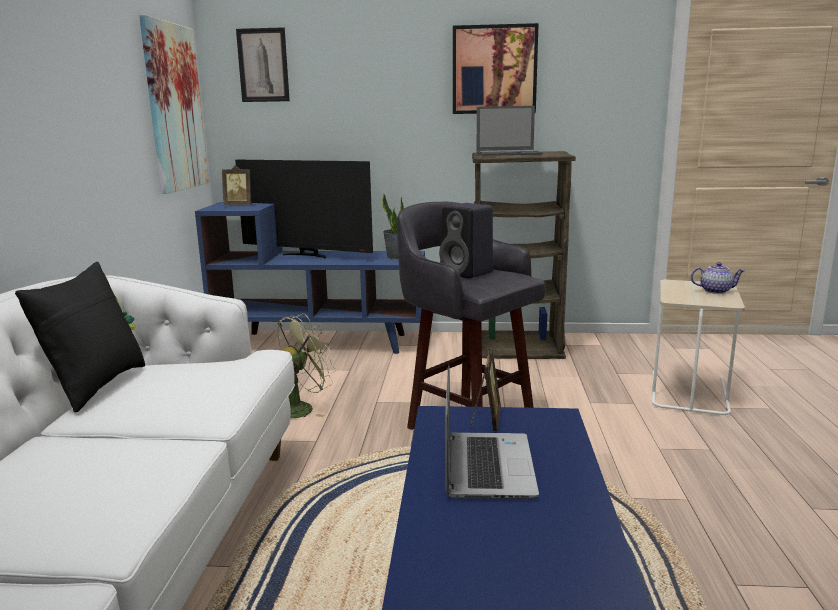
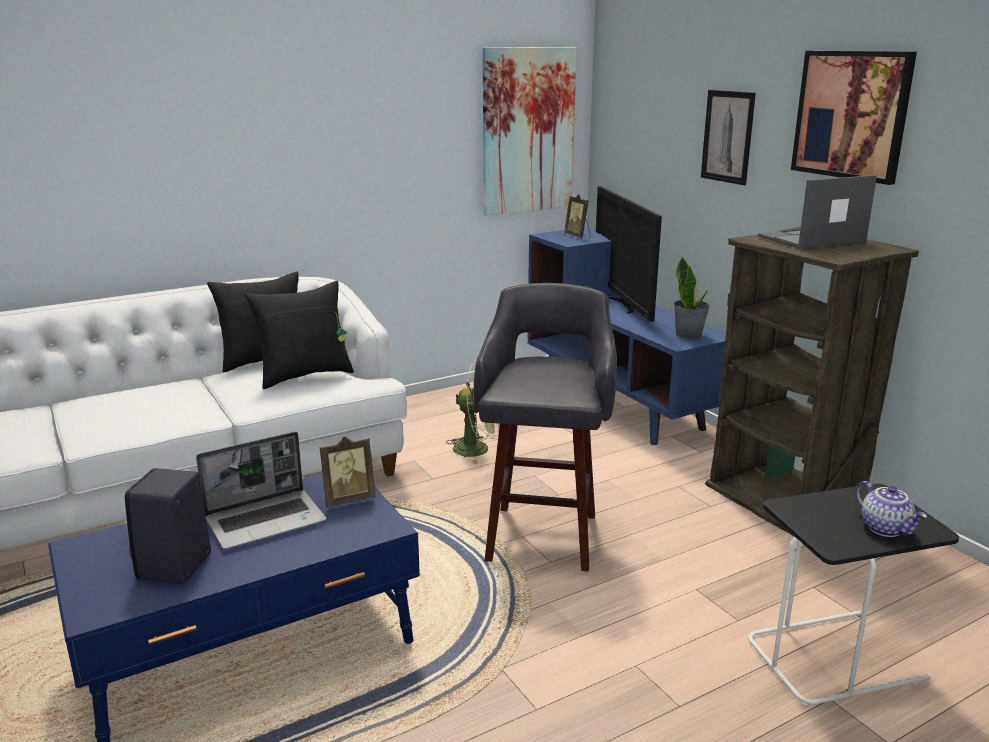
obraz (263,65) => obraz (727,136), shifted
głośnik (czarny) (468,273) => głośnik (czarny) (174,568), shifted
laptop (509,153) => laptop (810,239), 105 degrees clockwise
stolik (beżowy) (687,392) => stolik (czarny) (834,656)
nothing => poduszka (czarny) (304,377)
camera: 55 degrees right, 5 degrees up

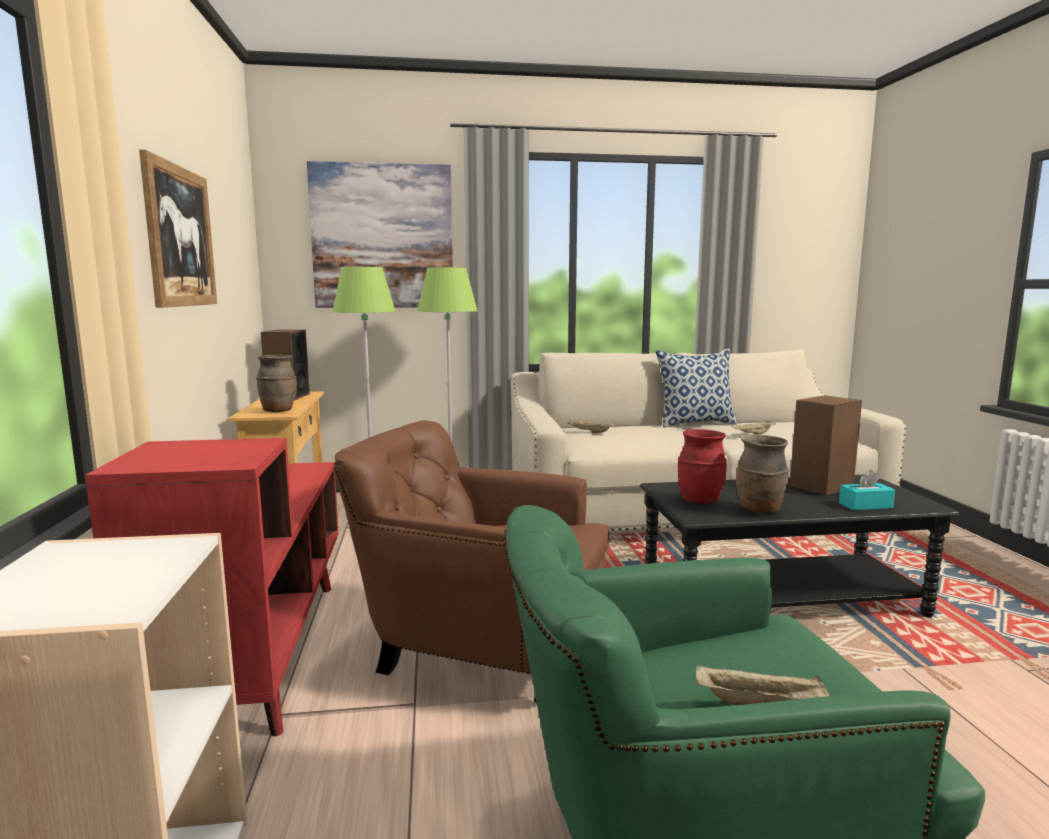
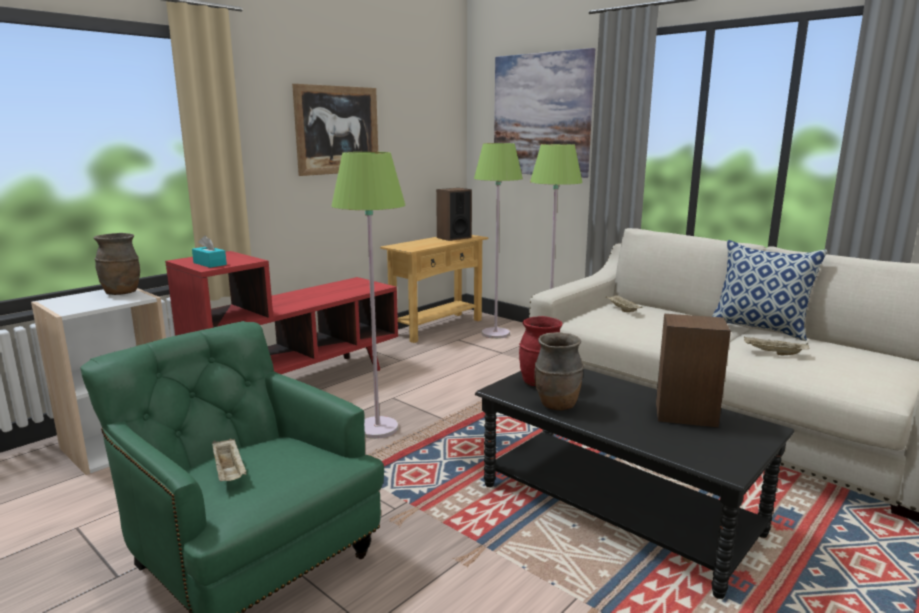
wazon (brązowy) (278,411) => wazon (brązowy) (122,293), shifted
fotel (brązowy) (481,644) => lampa stojąca (zielony) (377,428)
pudełko chusteczek (turkusowy) (865,505) => pudełko chusteczek (turkusowy) (210,264), shifted
camera: 50 degrees right, 5 degrees up

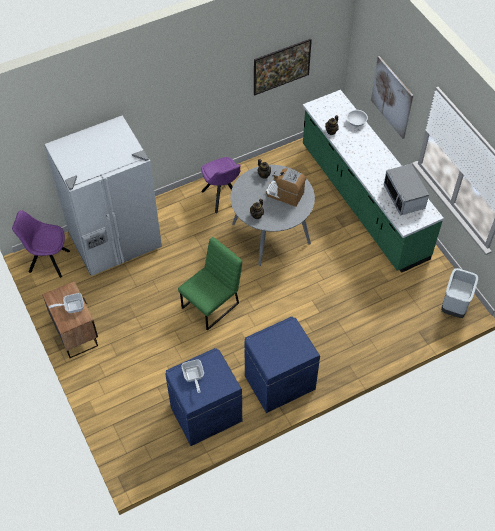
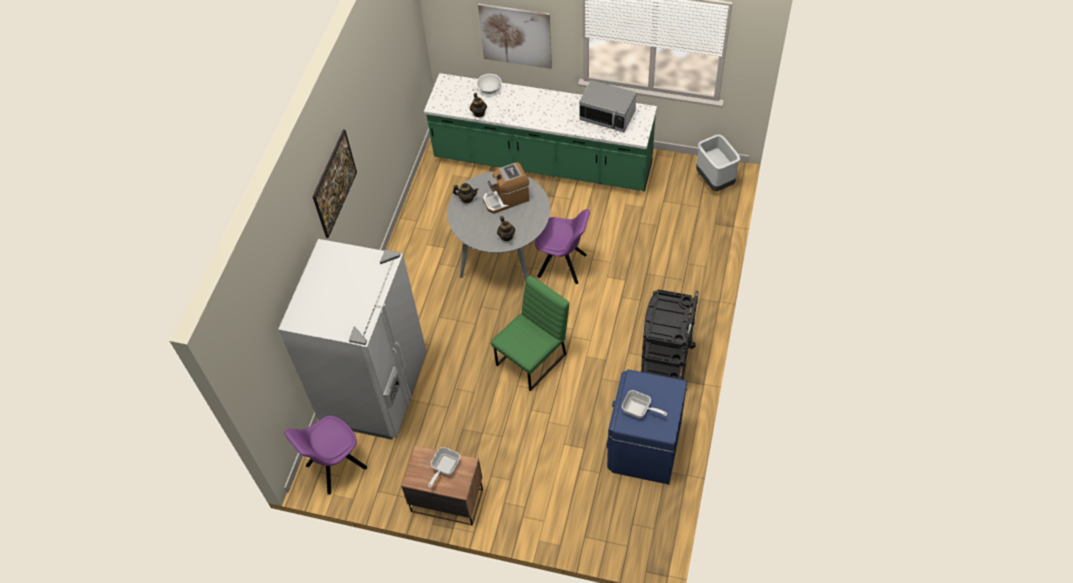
krzesło (zielony) (212,304) => krzesło (zielony) (533,358), 45 degrees clockwise
krzesło (fioletowy) (222,197) => krzesło (fioletowy) (562,265), shifted
pralka (niebieski) (277,380) => wózek (czarny) (665,364)
obraz (281,75) => obraz (337,194), shifted
camera: 45 degrees left, 0 degrees up

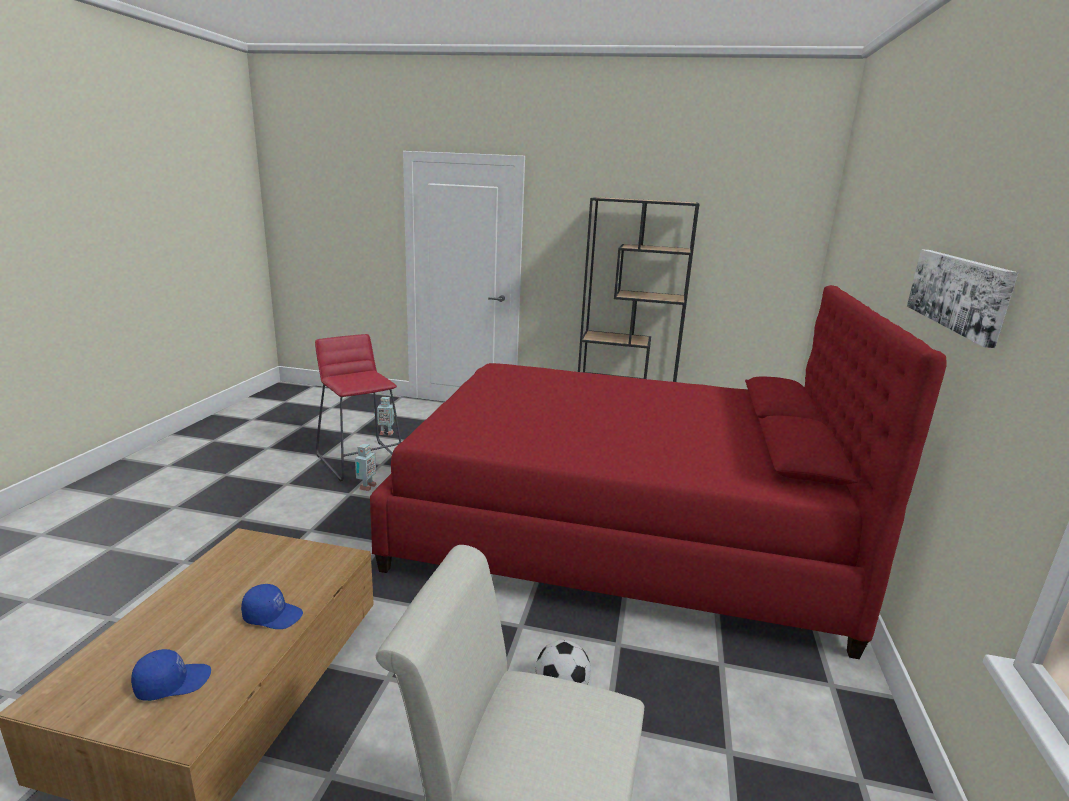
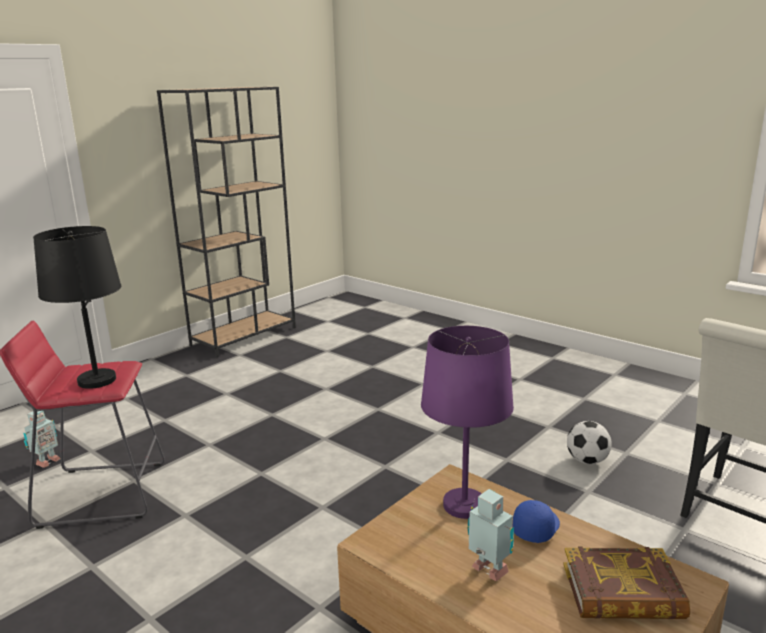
czapka z daszkiem (niebieski) (173,682) => książka (622,592)
robot zabawkowy (366,487) => robot zabawkowy (489,572), shifted
łóżko (czerwony) (618,527) => nothing
obraz (958,292) => nothing
nothing => lampa stołowa (czarny) (97,380)
nothing => lampa stołowa (fioletowy) (465,505)
camera: 60 degrees left, 0 degrees up

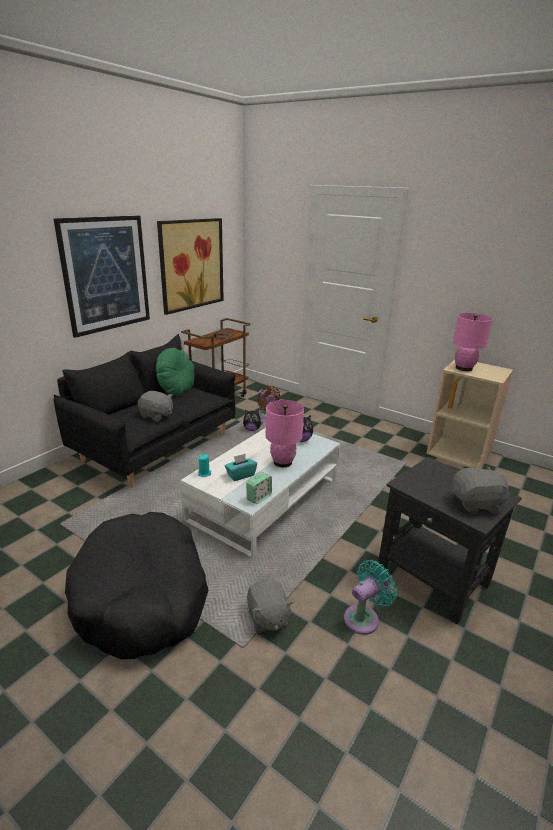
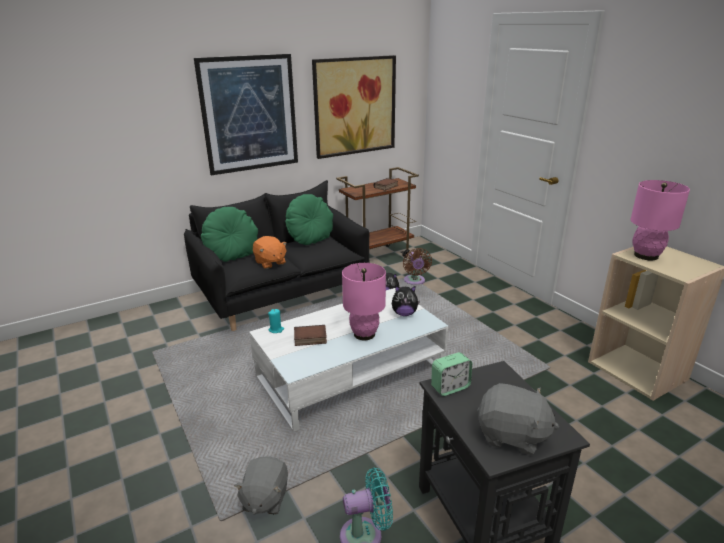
legowisko (czarny) (142,595) => nothing
pluszak (szary) (156,416) => pluszak (pomarańczowy) (270,263)
pudełko chusteczek (turkusowy) (240,475) => książka (310,339)
budzik (259,497) => budzik (450,387), shifted
nothing => poduszka (zielony) (233,257)
camera: 25 degrees right, 0 degrees up

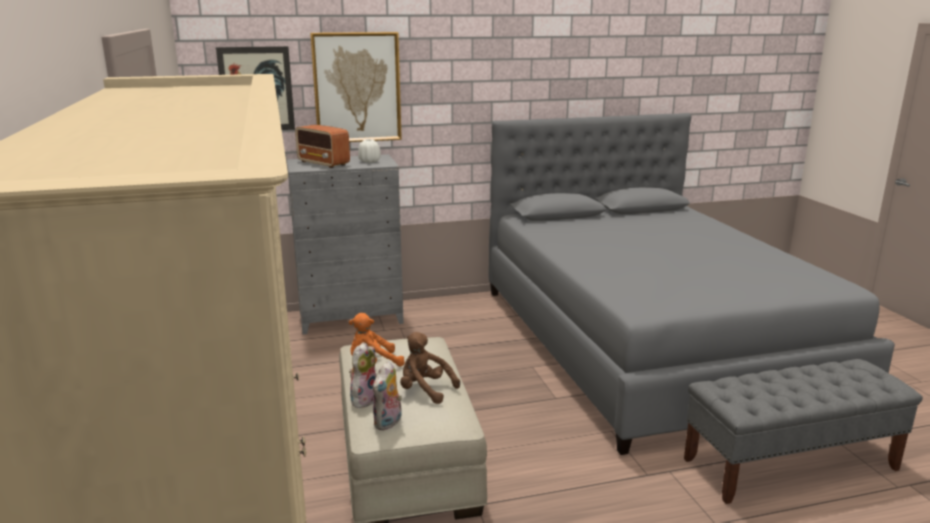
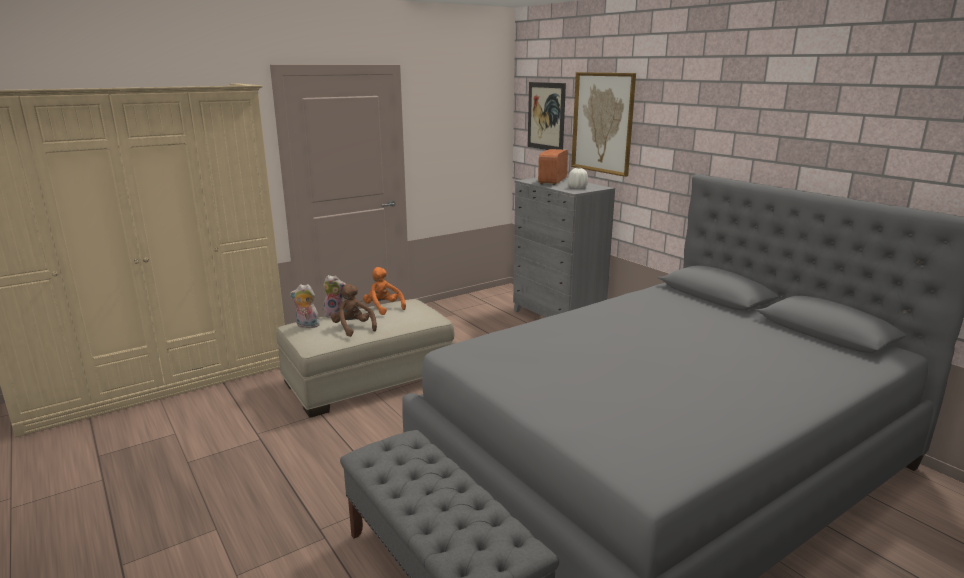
pluszak (brązowy) (425,390) => pluszak (brązowy) (353,328), 45 degrees counterclockwise
camera: 70 degrees right, 0 degrees up

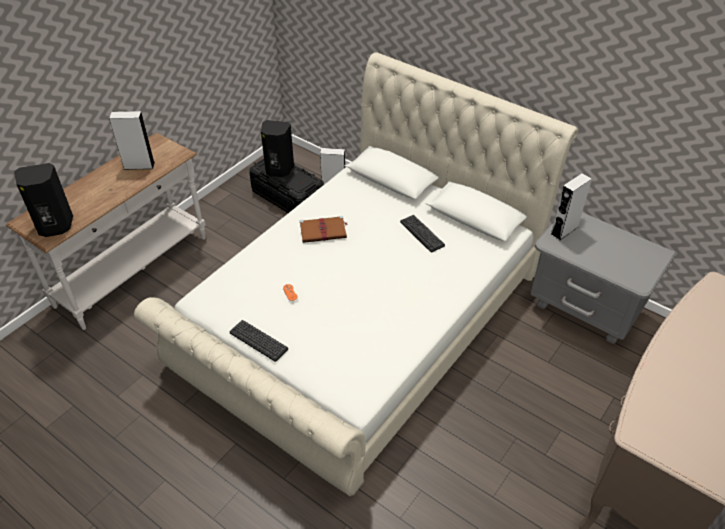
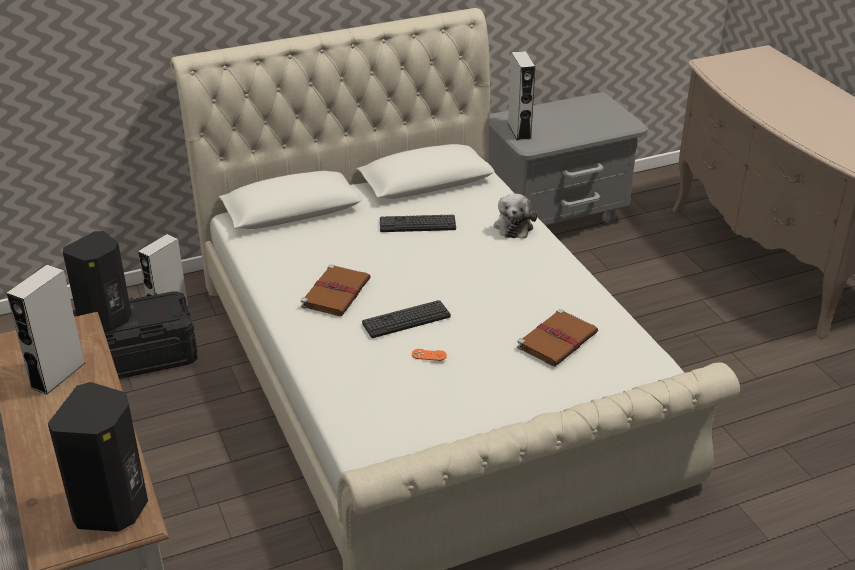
klawiatura (258,341) => klawiatura (406,320), shifted
nothing => pluszak (514,225)
nothing => książka (brązowy) (558,340)
camera: 60 degrees left, 10 degrees down

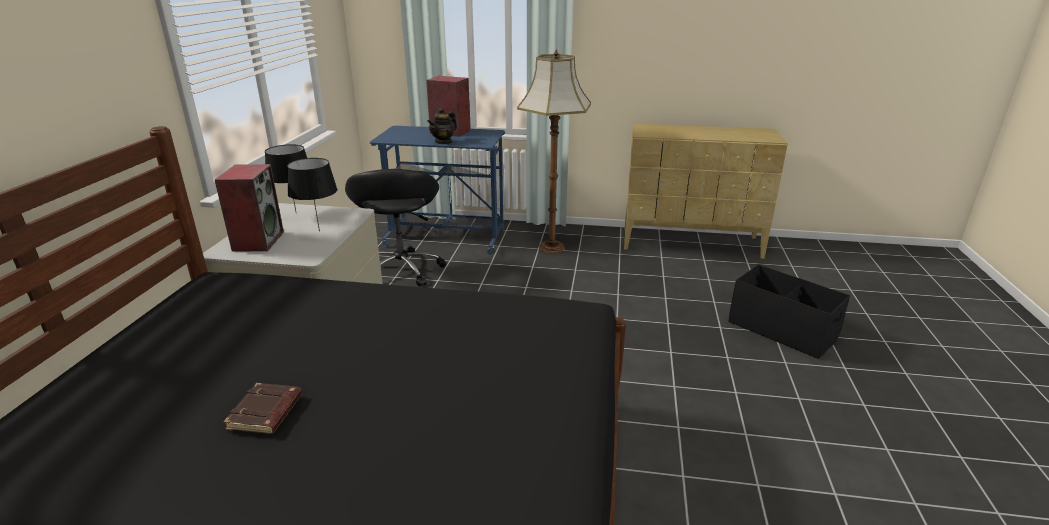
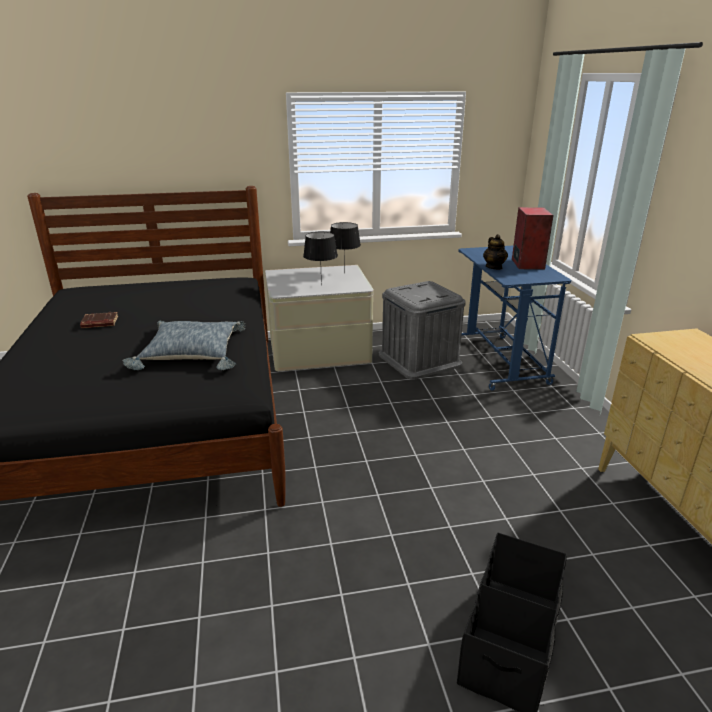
głośnik (258,241) => nothing
krzesło biurowe (czarny) (400,271) => pojemnik do przechowywania (szary) (419,359)
imbryk (443,142) => imbryk (494,267), 120 degrees counterclockwise
lampa stojąca (551,247) => nothing
nothing => poduszka (191,350)
camera: 70 degrees right, 0 degrees up

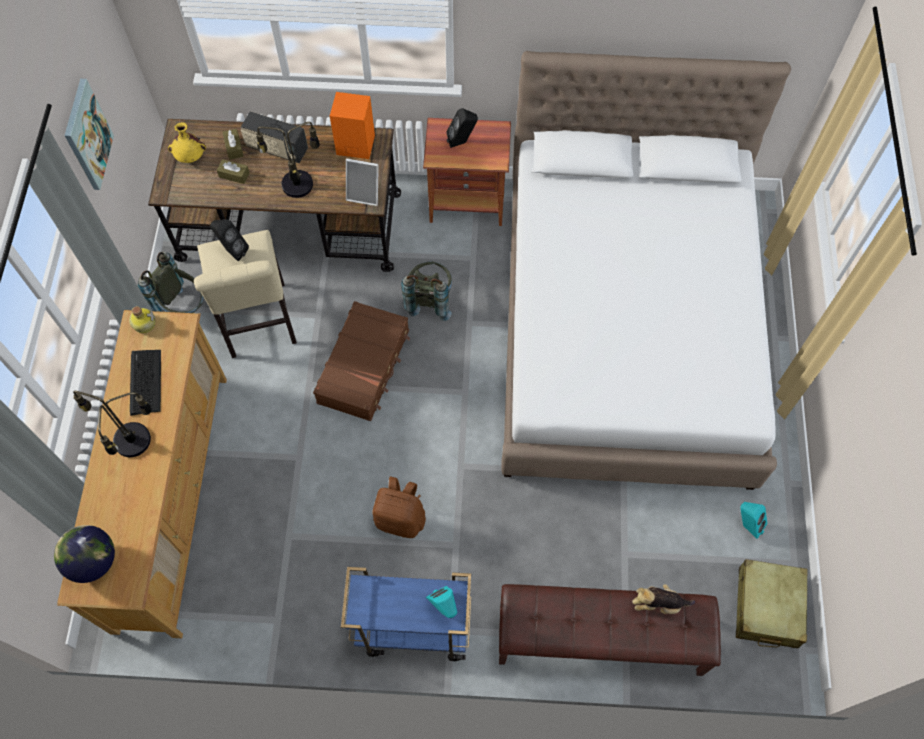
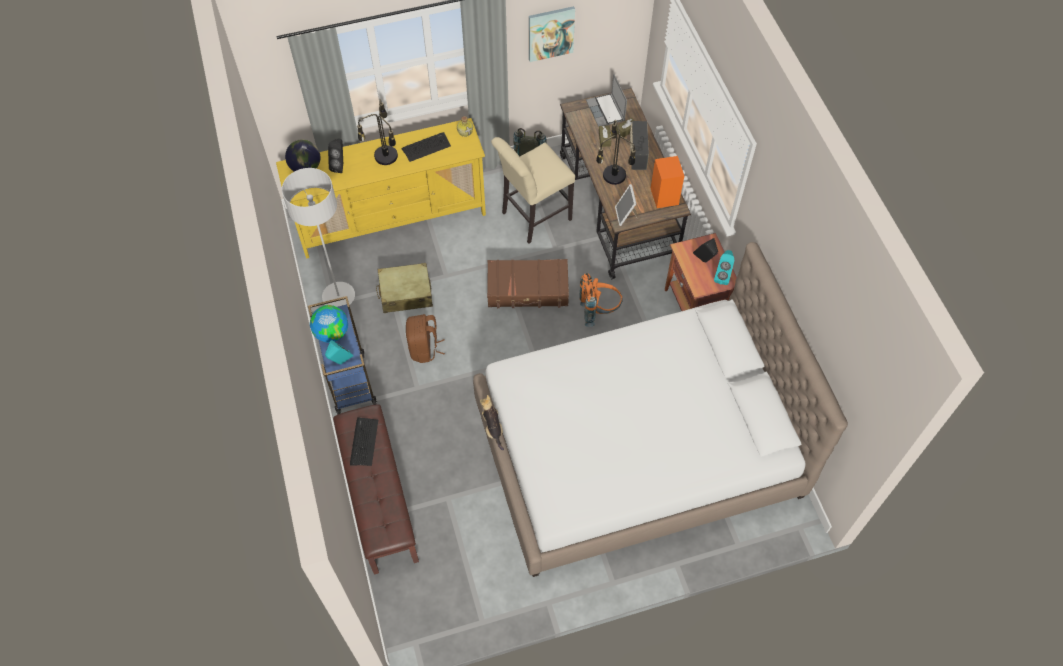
komoda (brązowy) (172,499) => komoda (żółty) (392,219)
wazon (żółty) (191,158) => laptop (606,111)
głośnik (czarny) (232,251) => głośnik (czarny) (340,166), shifted
plecak (szary) (429,299) => plecak (pomarańczowy) (599,310)
pluszak (658,603) => pluszak (493,428), shifted
walizka (beżowy) (767,607) => walizka (beżowy) (405,293), shifted
głośnik (turkusowy) (746,525) => głośnik (turkusowy) (722,276), shifted
nothing => lampa stojąca (szary) (338,296)
nothing => globus (331,333)
nothing => klawiatura (364,442)
camera: 70 degrees right, 5 degrees down

